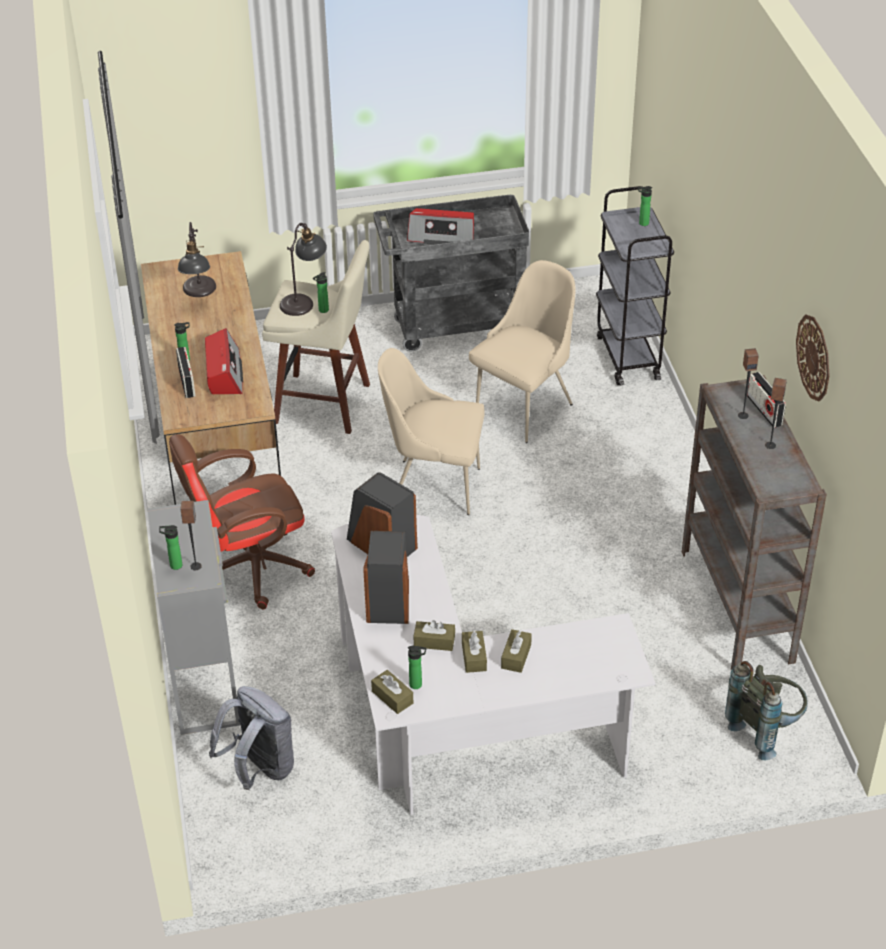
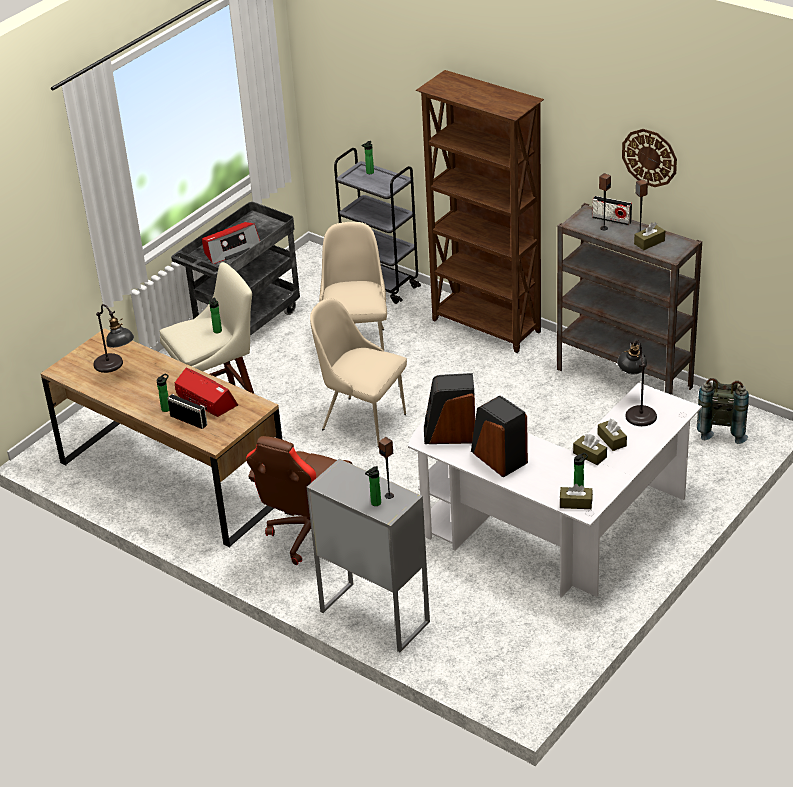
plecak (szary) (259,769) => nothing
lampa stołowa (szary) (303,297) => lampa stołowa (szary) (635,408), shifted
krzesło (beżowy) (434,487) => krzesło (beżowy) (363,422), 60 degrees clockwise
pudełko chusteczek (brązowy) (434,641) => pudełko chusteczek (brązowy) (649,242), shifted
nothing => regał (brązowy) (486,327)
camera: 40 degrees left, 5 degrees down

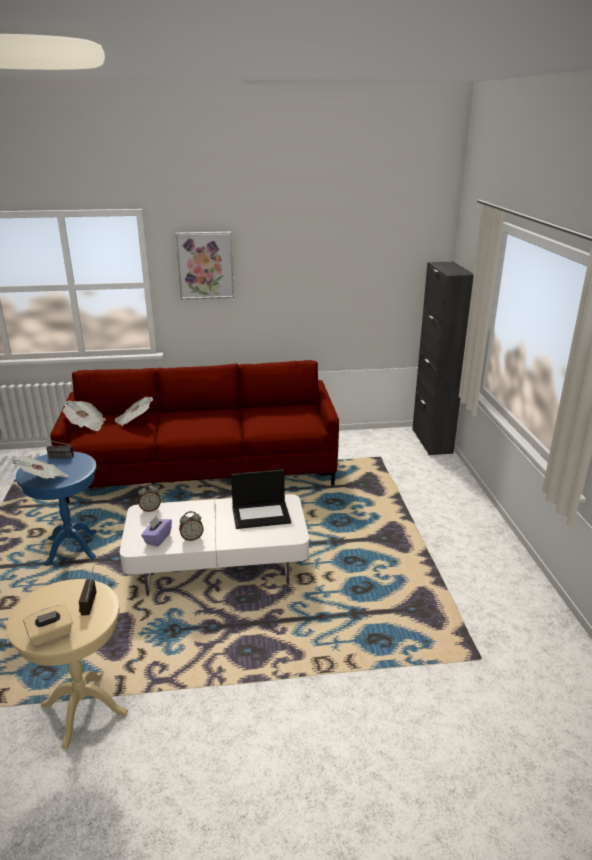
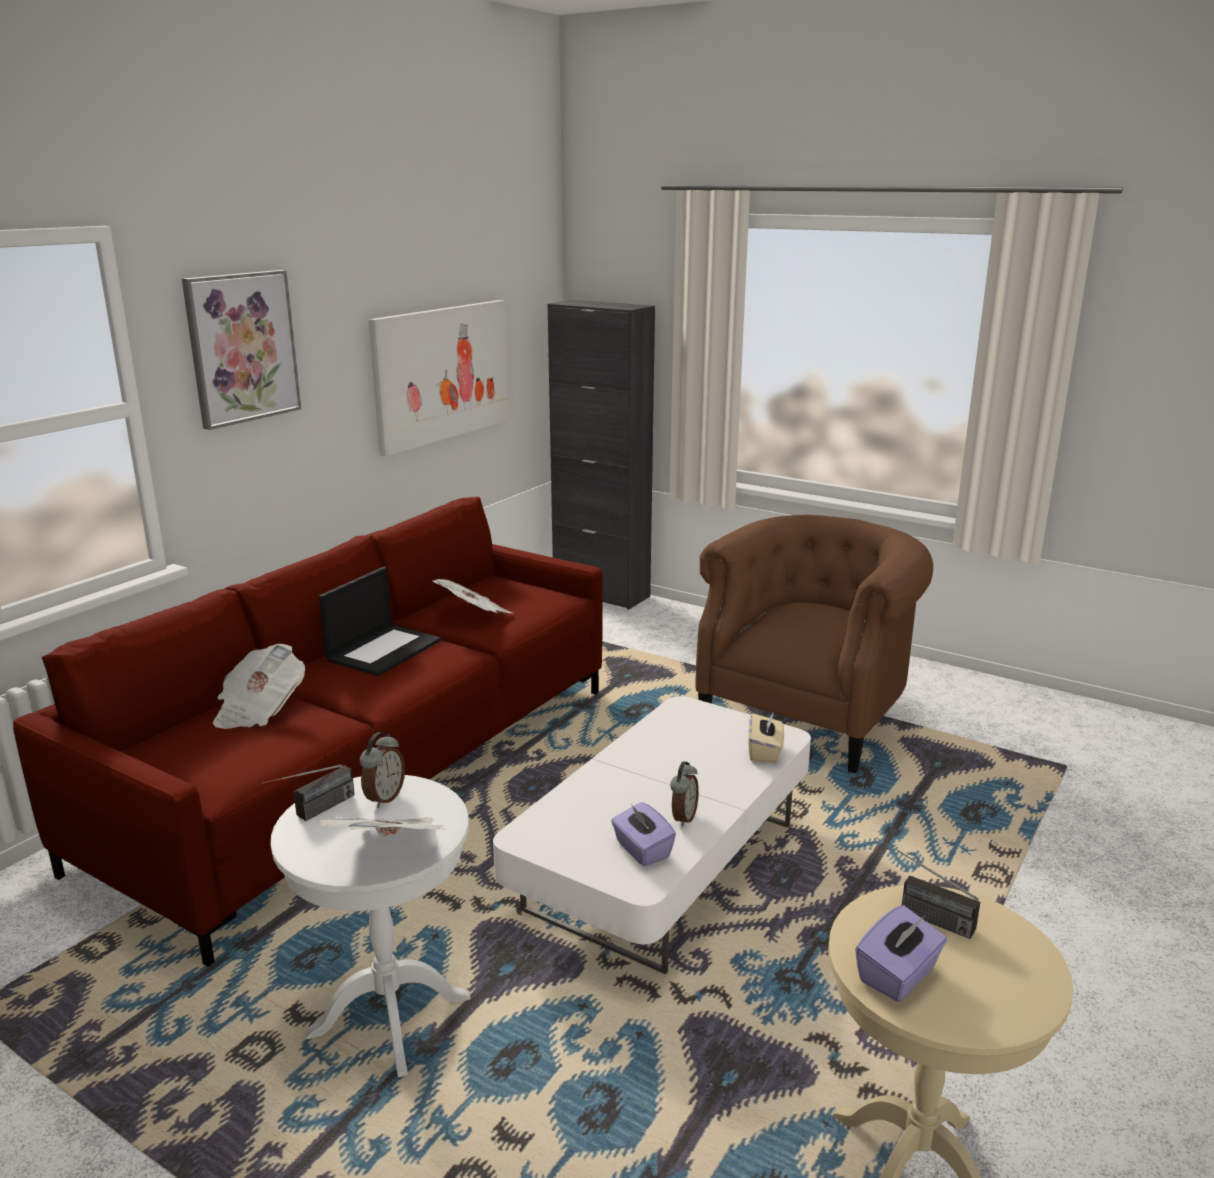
stolik (niebieski) (72,548) => stolik (biały) (390,1016)
pudełko chusteczek (beżowy) (51,635) => pudełko chusteczek (beżowy) (764,752), shifted
gazeta (86,425) => gazeta (474,615), shifted
budzik (150,509) => budzik (384,798), shifted
laptop (261,514) => laptop (384,649), shifted
nothing => obraz (442,373)
nothing => fotel (brązowy) (809,714)
nothing => pudełko chusteczek (fioletowy) (898,975)
camera: 50 degrees left, 5 degrees down

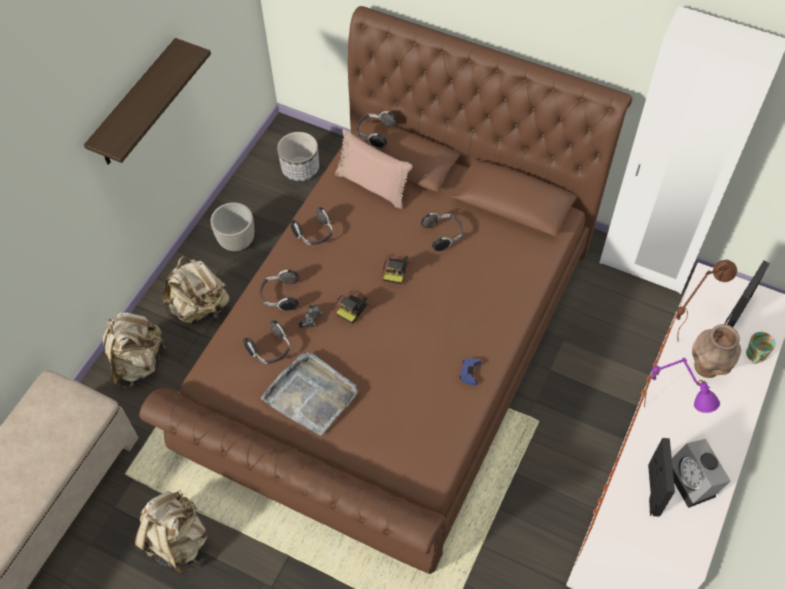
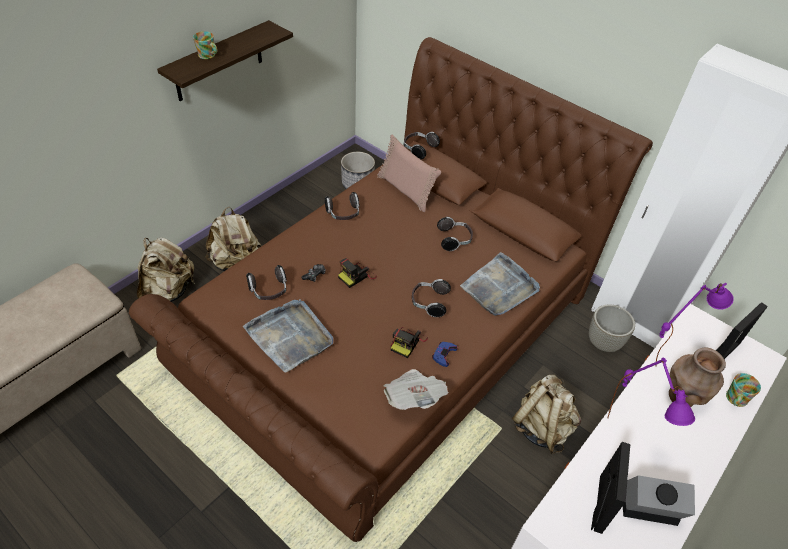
plecak (beżowy) (178,541) => plecak (beżowy) (541,427), shifted
donica (szary) (237,241) => donica (szary) (603,342), shifted
słuchawki (280,296) => słuchawki (429,303), shifted
aparat fotograficzny (397,269) => aparat fotograficzny (407,342), shifted
budzik (693,481) => budzik (647,507), 105 degrees clockwise
lampa stołowa (brązowy) (688,323) => lampa stołowa (fioletowy) (669,353)
nothing => kubek (208,56)
nothing => gazeta (413,398)
nothing => taca (szary) (499,288)
camera: 10 degrees right, 10 degrees down

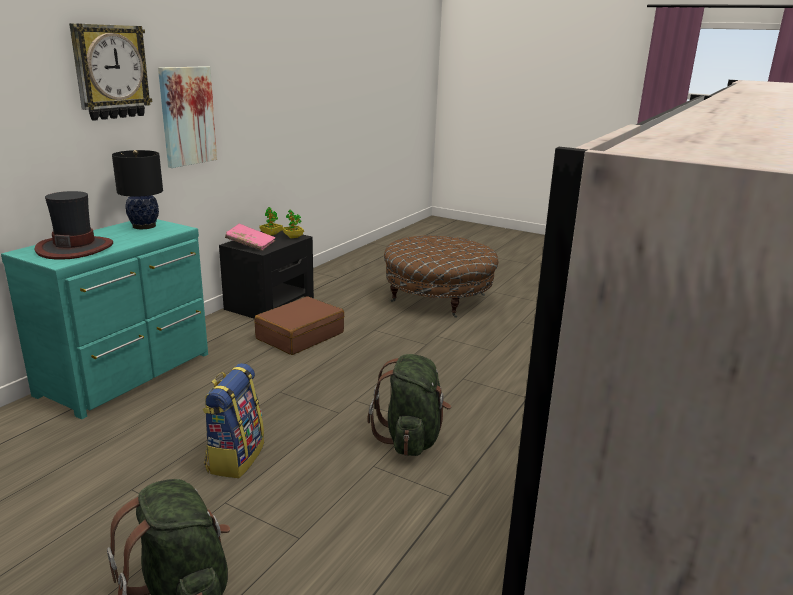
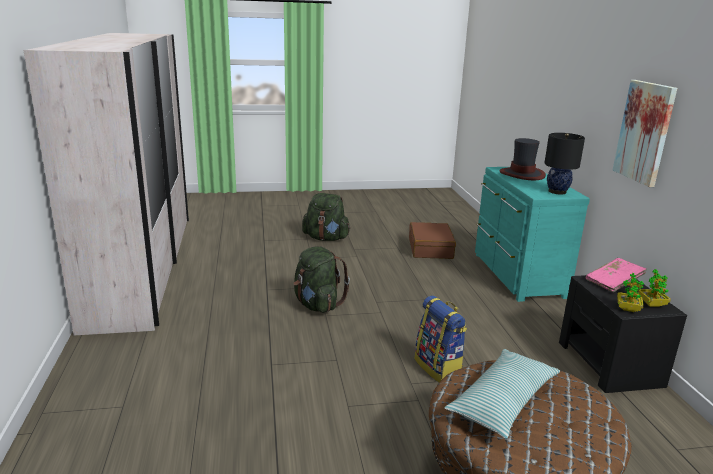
zegar ścienny (110,72) => nothing
plecak (235,457) => plecak (439,368), shifted
walizka (brązowy) (300,336) => walizka (brązowy) (431,248), shifted
nothing => poduszka (503,401)
camera: 140 degrees right, 0 degrees up

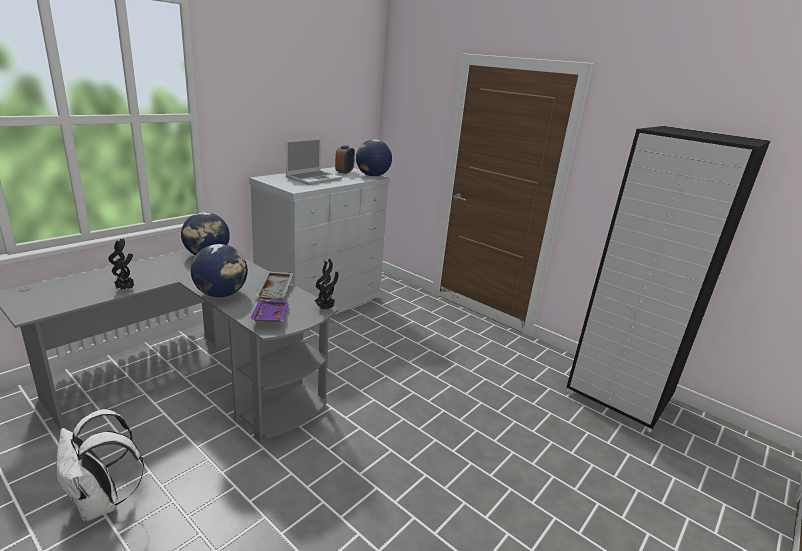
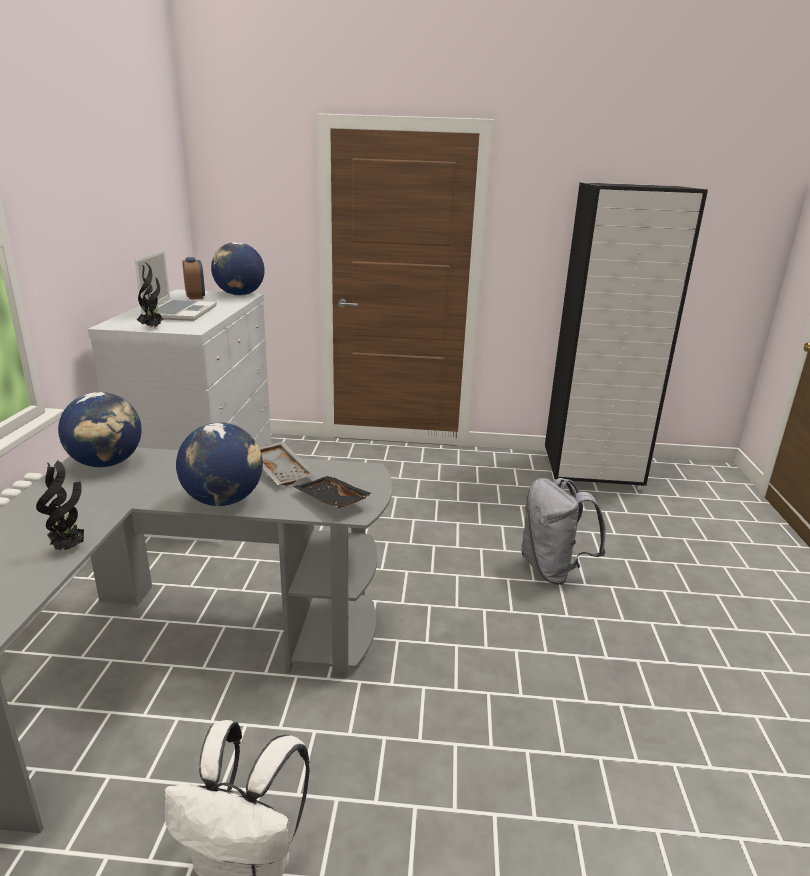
taca (fioletowy) (269,317) => taca (czarny) (331,501)
roślina doniczkowa (326,309) => roślina doniczkowa (153,327), shifted
nothing => plecak (szary) (553,570)
camera: 35 degrees left, 0 degrees up

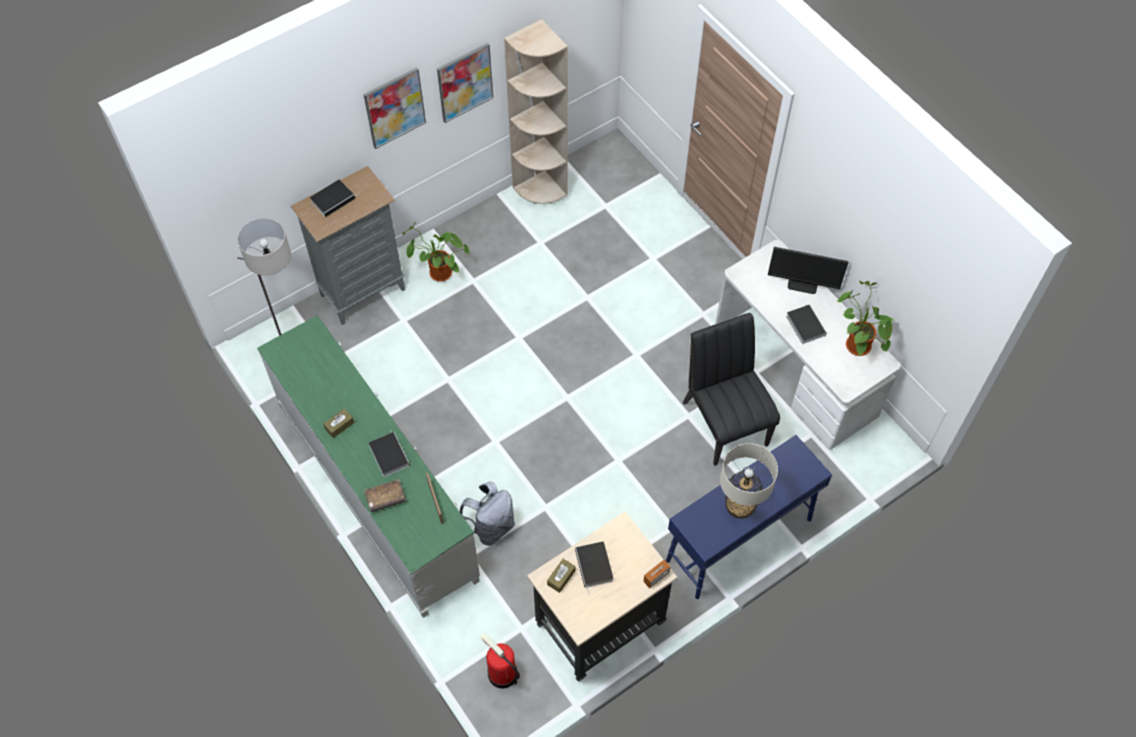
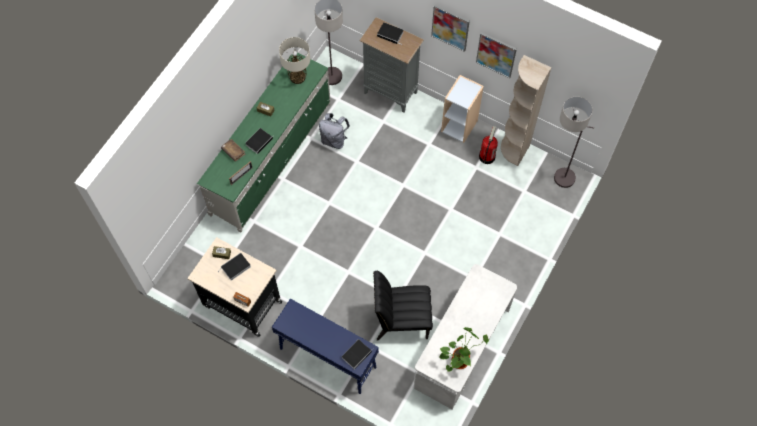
roślina doniczkowa (438,274) => nothing
plecak (szary) (491,526) => plecak (szary) (334,140), shifted
gaśnica (502,674) => gaśnica (486,156), shifted
krzesło (czarny) (725,424) => krzesło (czarny) (401,321), 135 degrees counterclockwise
lampa stołowa (740,505) => lampa stołowa (297,77), shifted
monitor (802,284) => nothing
książka (804,325) => książka (357,354), shifted
nothing => regał (460,125)
nothing => lampa stojąca (szary) (558,177)
camera: 65 degrees right, 5 degrees up

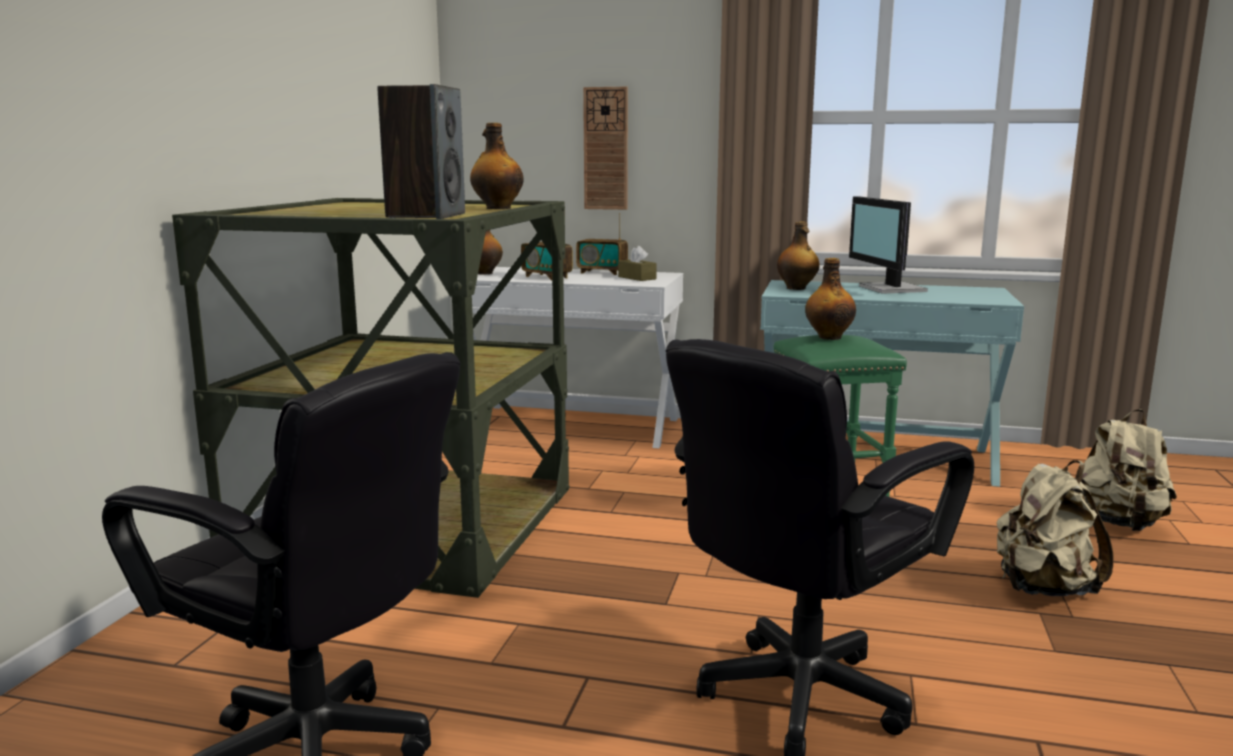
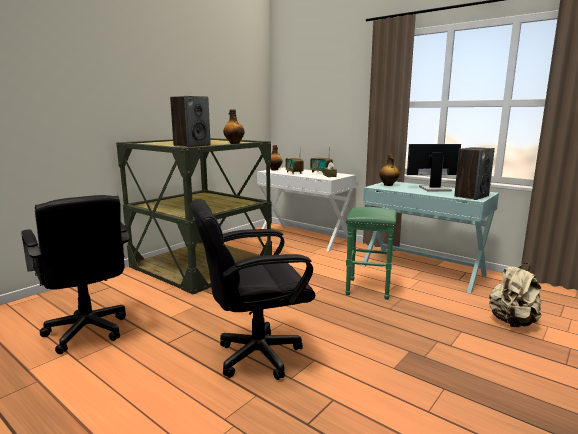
zegar ścienny (606,149) => nothing
butelka (829,337) => nothing
monitor (890,289) => monitor (433,188), 75 degrees clockwise
plecak (beżowy) (1043,589) => nothing
nothing => głośnik (471,196)
camera: 25 degrees right, 0 degrees up

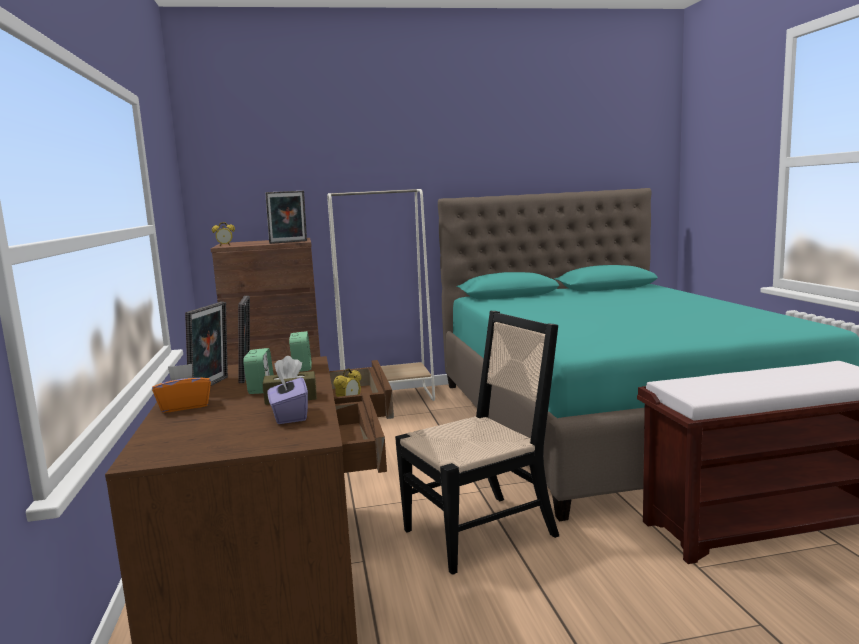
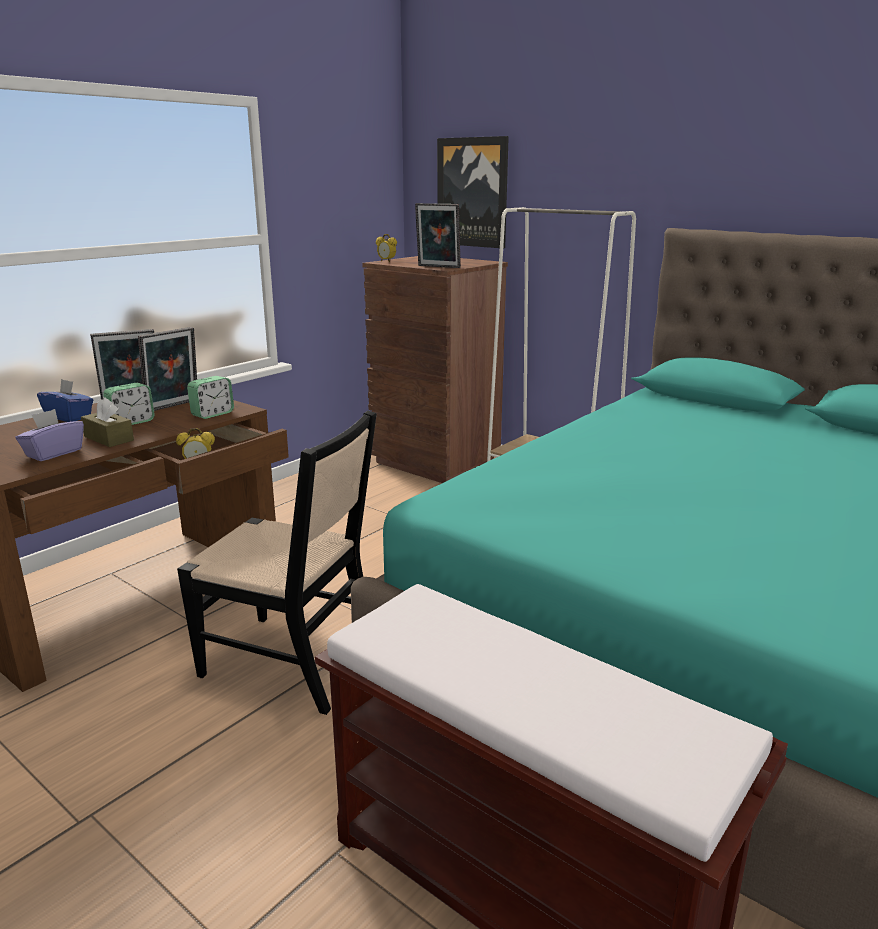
pudełko chusteczek (pomarańczowy) (185,406) => pudełko chusteczek (niebieski) (69,417)
nothing => obraz (472,192)
camera: 50 degrees right, 10 degrees up

